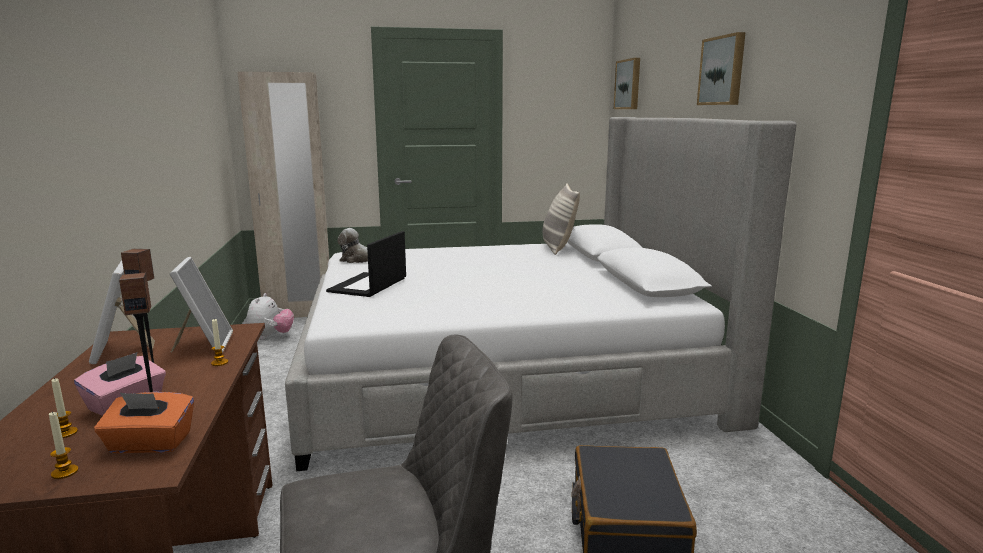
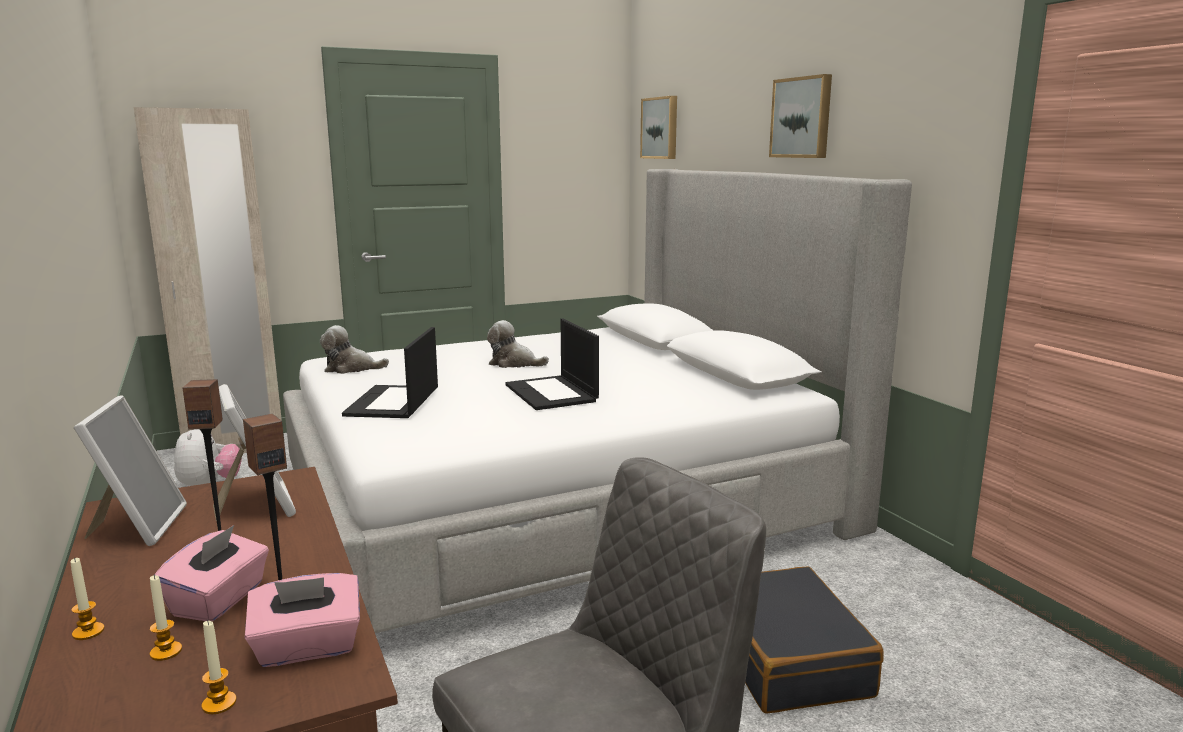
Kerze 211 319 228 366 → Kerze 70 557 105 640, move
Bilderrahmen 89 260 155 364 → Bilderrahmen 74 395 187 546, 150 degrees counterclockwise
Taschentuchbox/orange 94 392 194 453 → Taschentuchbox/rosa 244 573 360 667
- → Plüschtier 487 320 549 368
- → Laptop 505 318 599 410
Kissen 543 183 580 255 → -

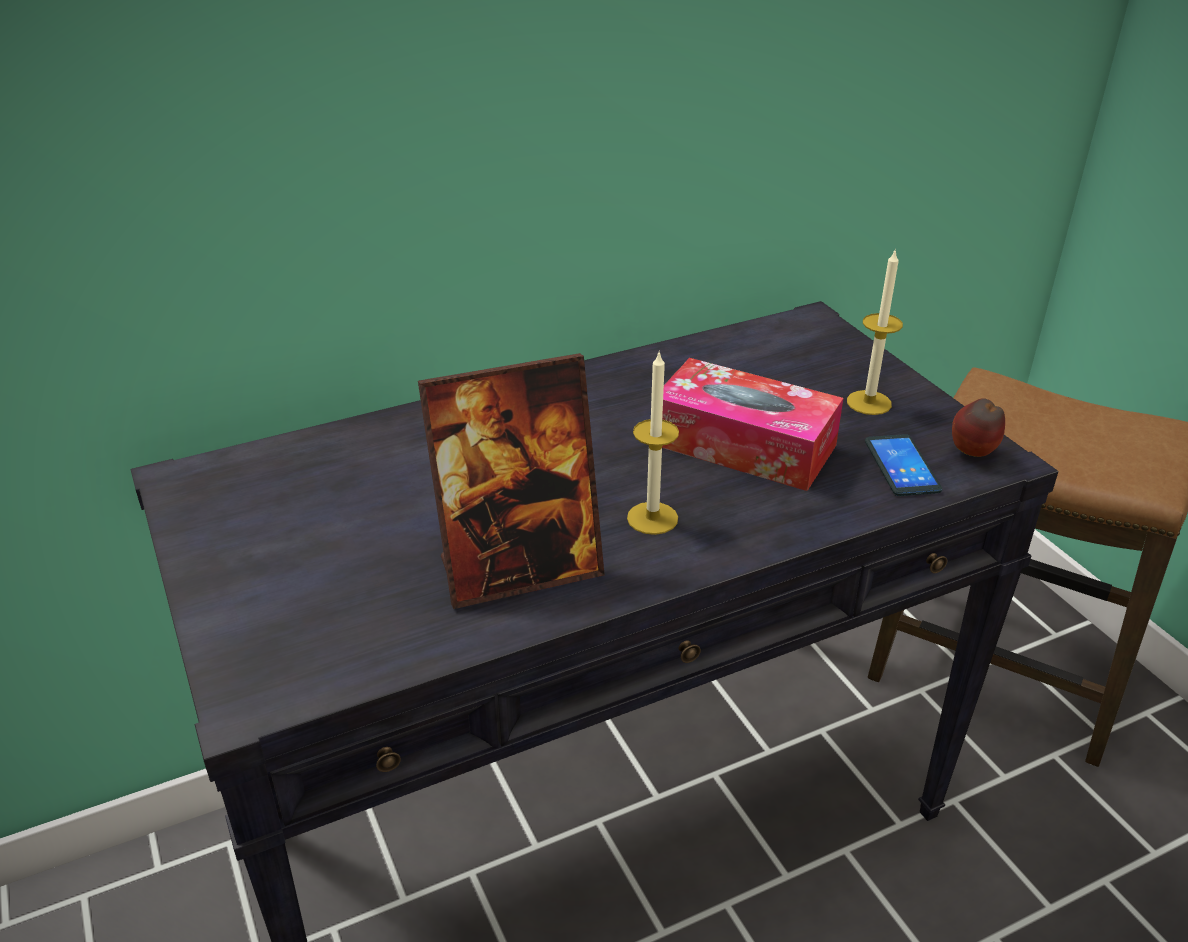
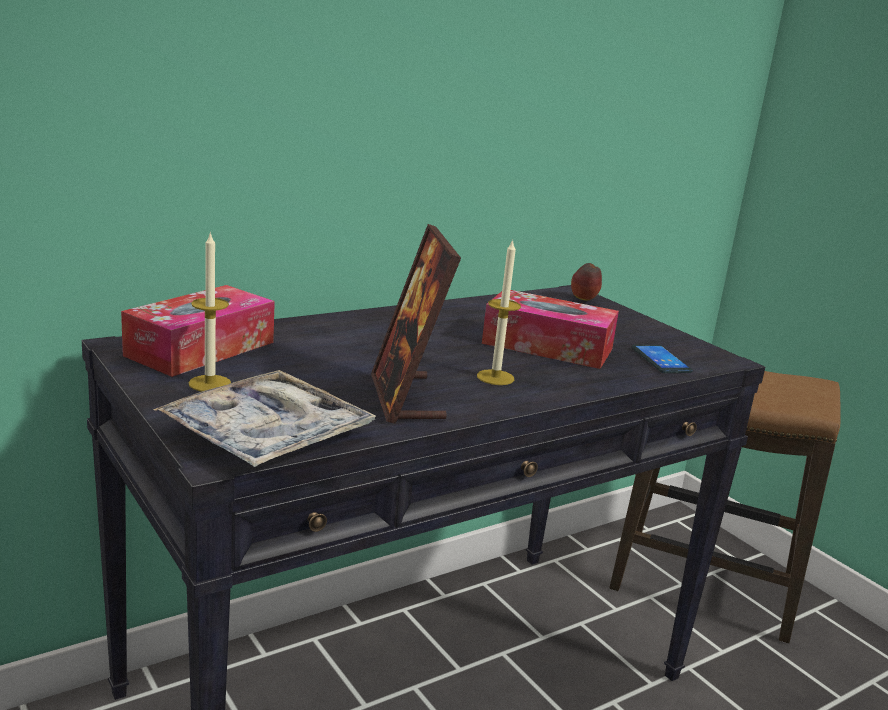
- → Taschentuchbox 121 285 275 377
- → Tablett 153 370 376 467
Kerze 847 248 903 415 → Kerze 189 231 231 392, move
Bilderrahmen 418 353 605 609 → Bilderrahmen 371 224 461 424, 105 degrees clockwise
Apfel 952 398 1005 457 → Apfel 571 263 602 301, move

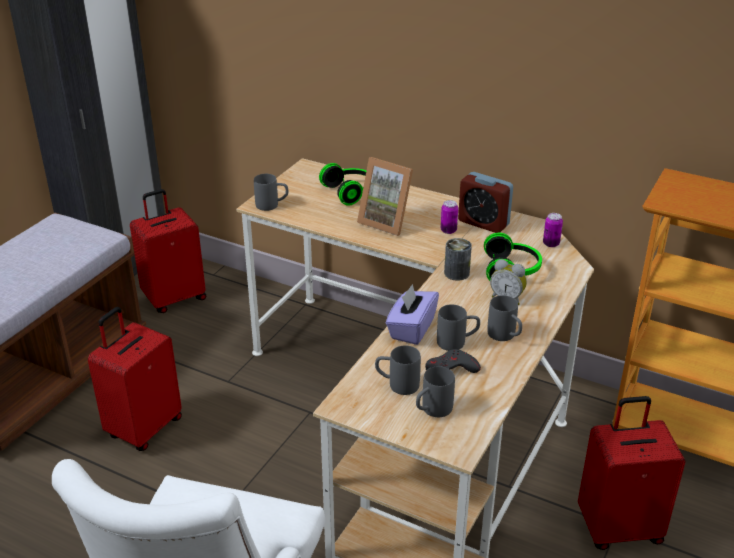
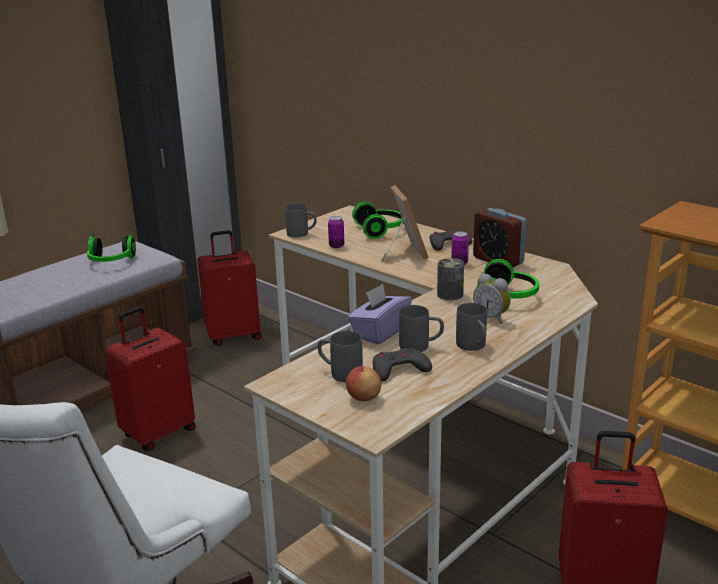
- → Kopfhörer 87 230 136 262
Dose 543 213 563 247 → Dose 328 216 344 248, move
Henkelbecher/grau 416 366 455 417 → Apfel 346 365 381 401
Bilderrahmen 357 157 413 236 → Bilderrahmen 381 185 429 262, 150 degrees counterclockwise
- → Gamepad/grau 430 230 473 251

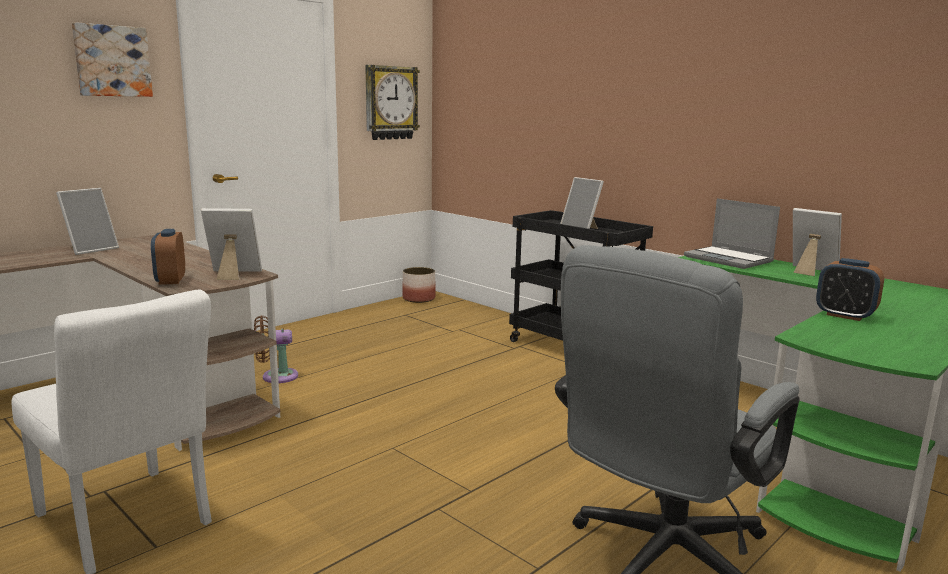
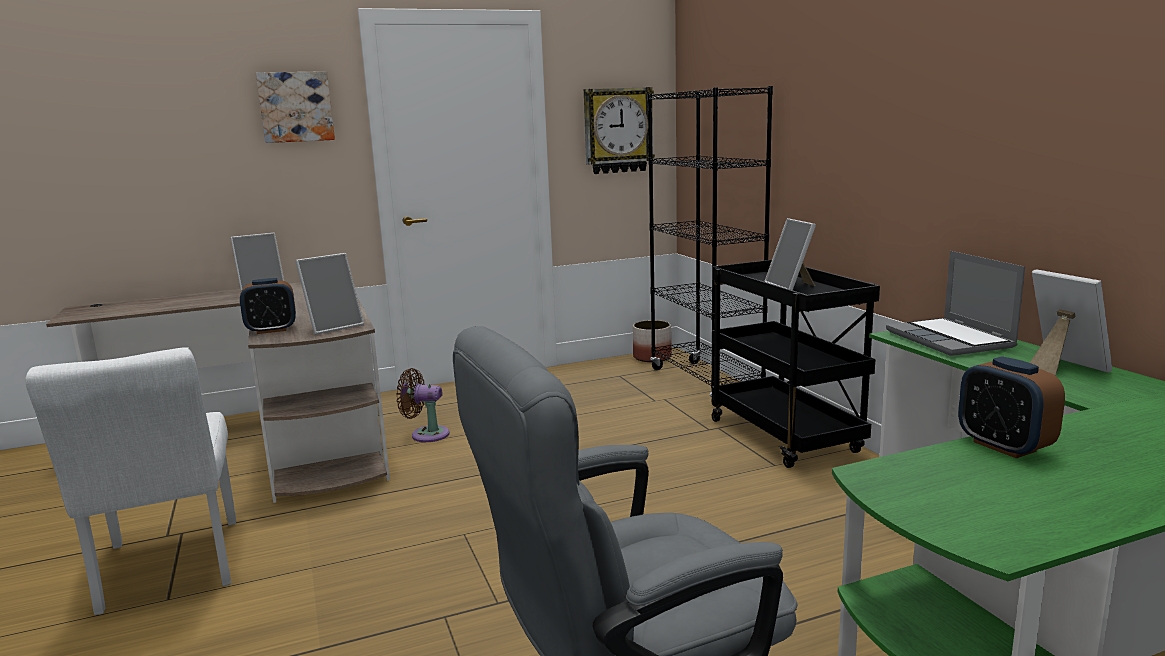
Wecker 151 229 185 285 → Wecker 240 278 296 334, 120 degrees counterclockwise
Bilderrahmen 201 208 262 280 → Bilderrahmen 295 253 364 335, 120 degrees clockwise
- → Bücherregal/schwarz 647 86 773 407

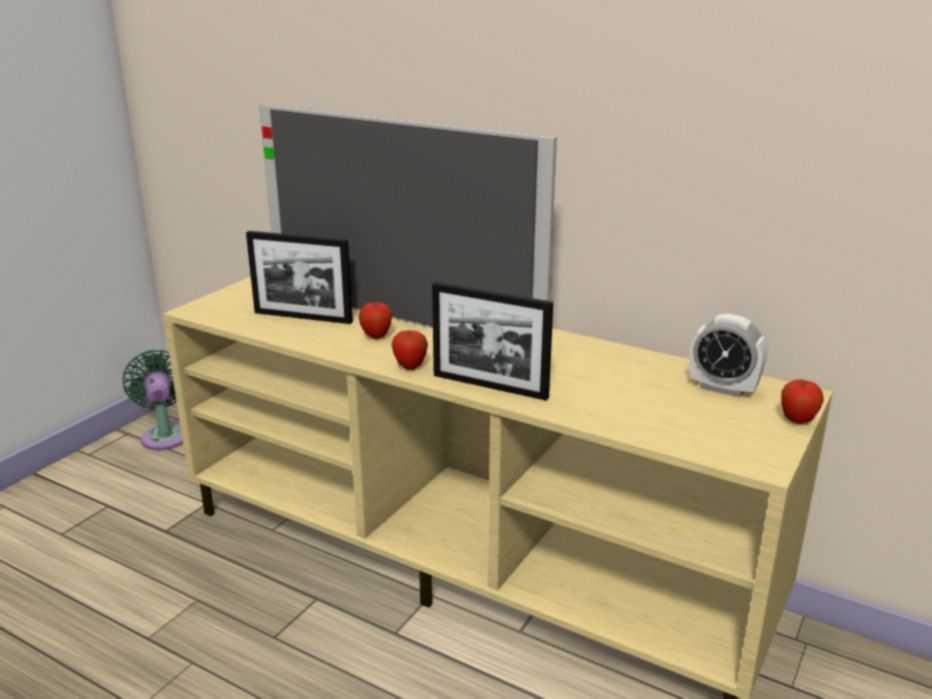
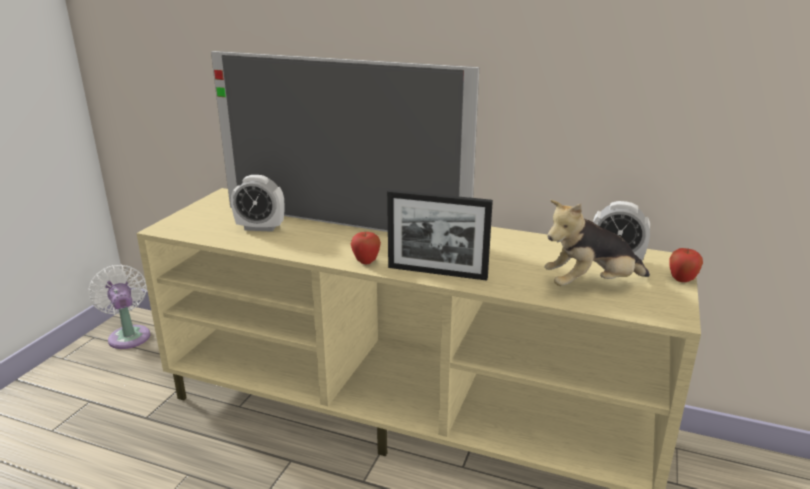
Ventilator/grün 123 350 183 450 → Ventilator/weiß 88 265 150 349
Bilderrahmen 246 231 353 324 → Wecker 231 175 284 232
- → Plüschtier 545 200 650 286
Apfel 359 302 392 339 → -

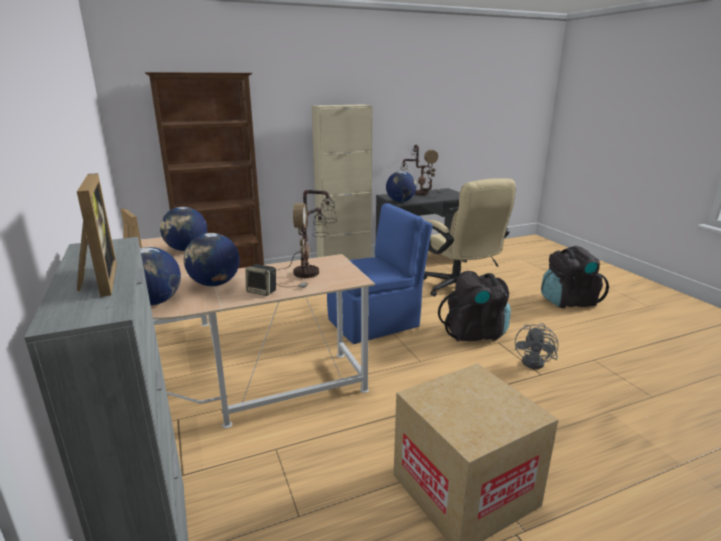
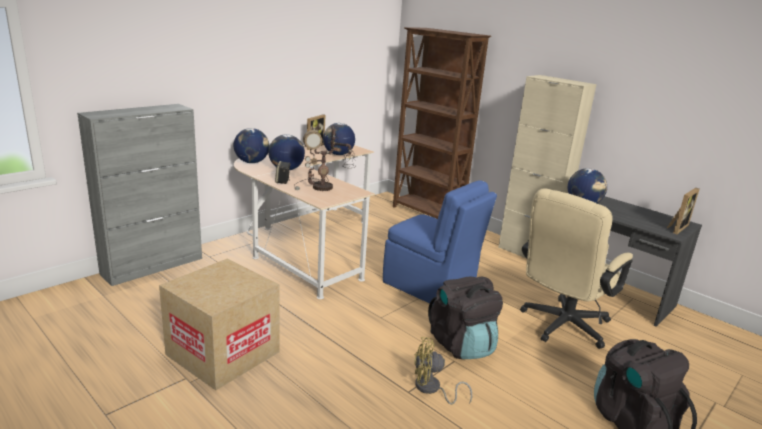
Ventilator/grau 515 323 559 369 → Ventilator/gelb 414 337 472 405
Bilderrahmen 77 173 117 297 → Bilderrahmen 667 188 699 234, move
Tischlampe 400 145 441 198 → -

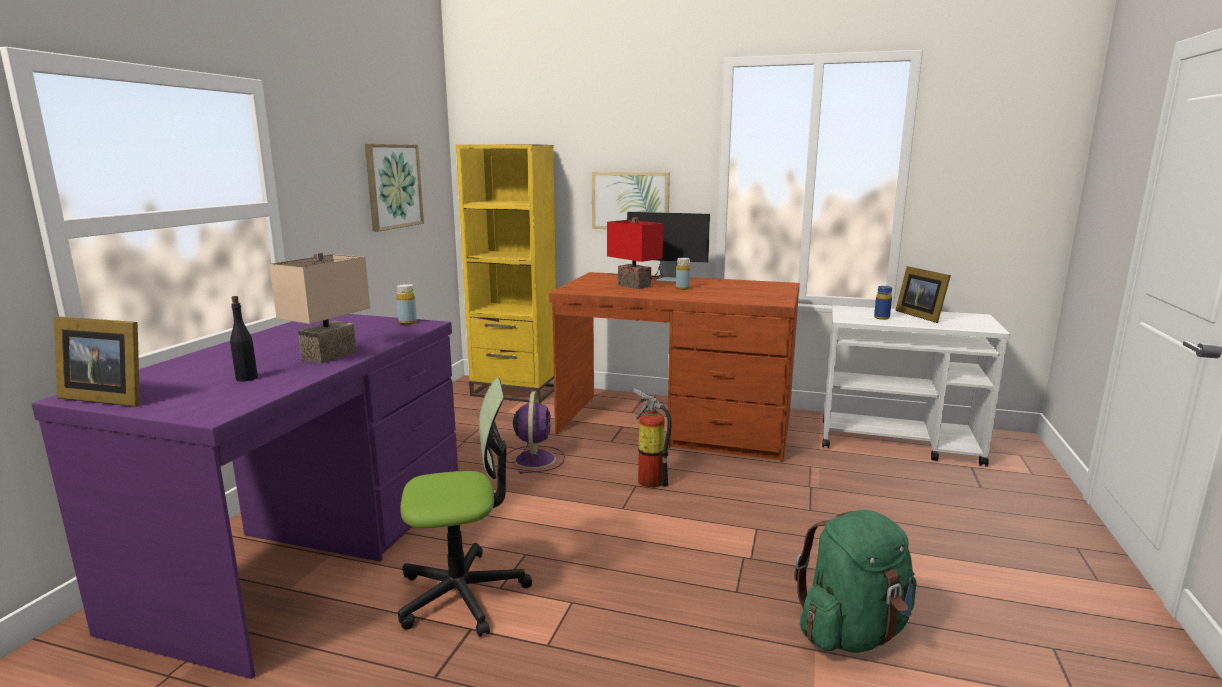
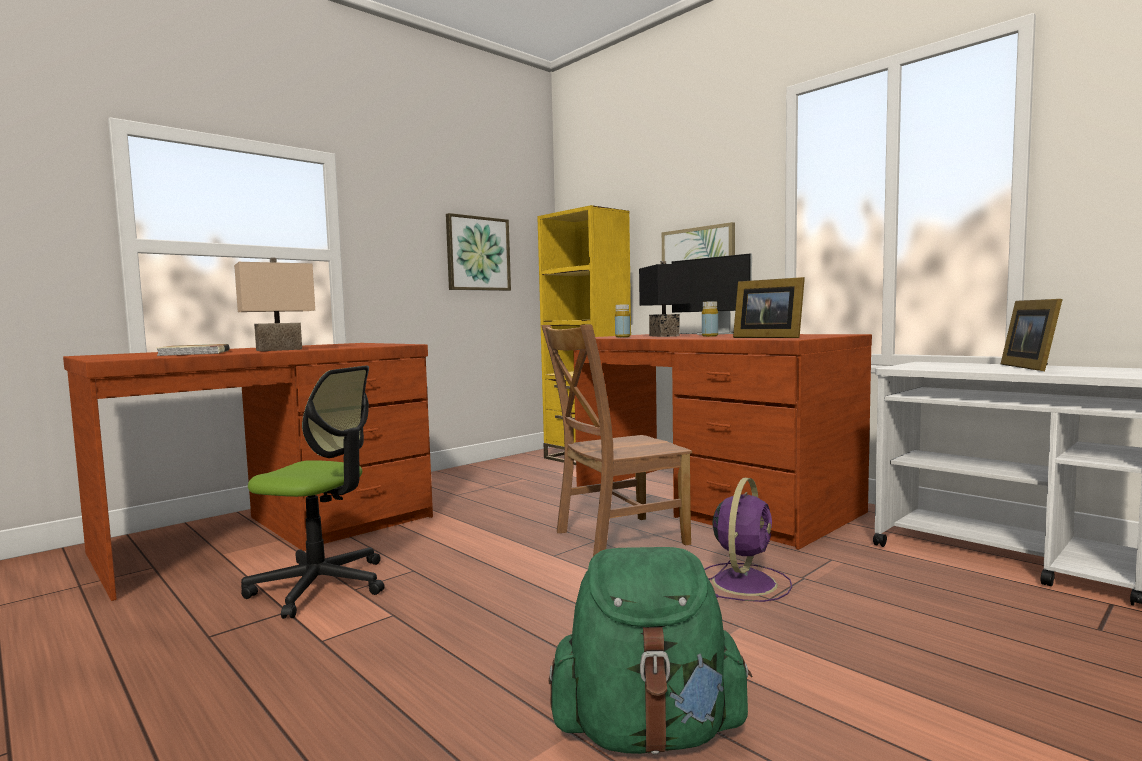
Schreibtisch/lila 32 314 458 679 → Schreibtisch/braun 63 343 433 601
Flasche/schwarz 230 296 258 381 → Buch 156 344 230 356
Feuerlöscher 633 388 672 488 → Stuhl/braun 541 325 692 556
Flasche/gelb 397 284 417 324 → Flasche/gelb 615 304 630 337, move
Tischlampe/rot 607 217 663 289 → Tischlampe/schwarz 639 261 690 337
Ventilator/lila 506 391 565 474 → Ventilator/lila 704 478 792 602, move
Bilderrahmen 54 316 140 407 → Bilderrahmen 733 277 805 338, move
Flasche/blau 874 286 892 320 → -

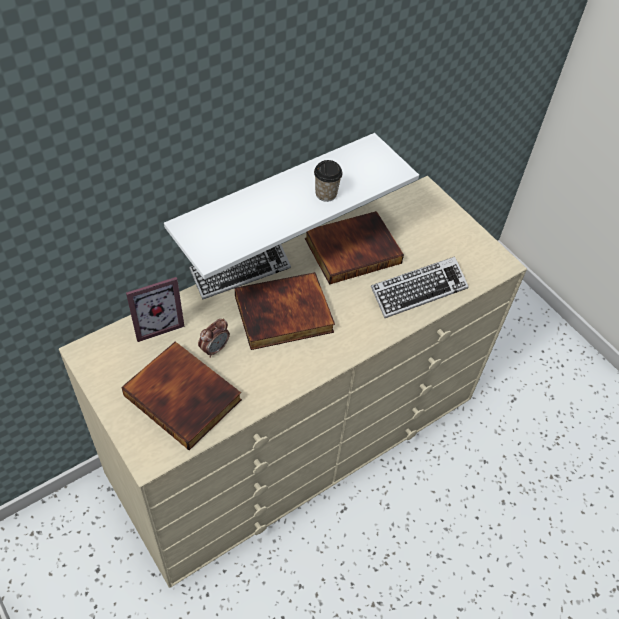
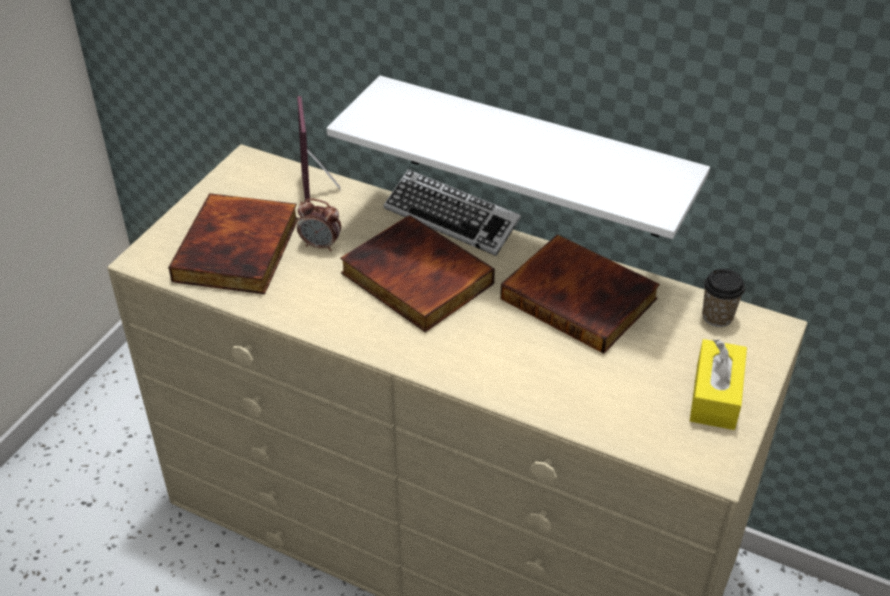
Bilderrahmen 126 277 184 342 → Bilderrahmen 297 96 341 202, 45 degrees clockwise
- → Taschentuchbox/gelb 690 339 747 430
Tasse 314 160 343 202 → Tasse 702 269 745 327, move
Tastatur 371 256 469 318 → -

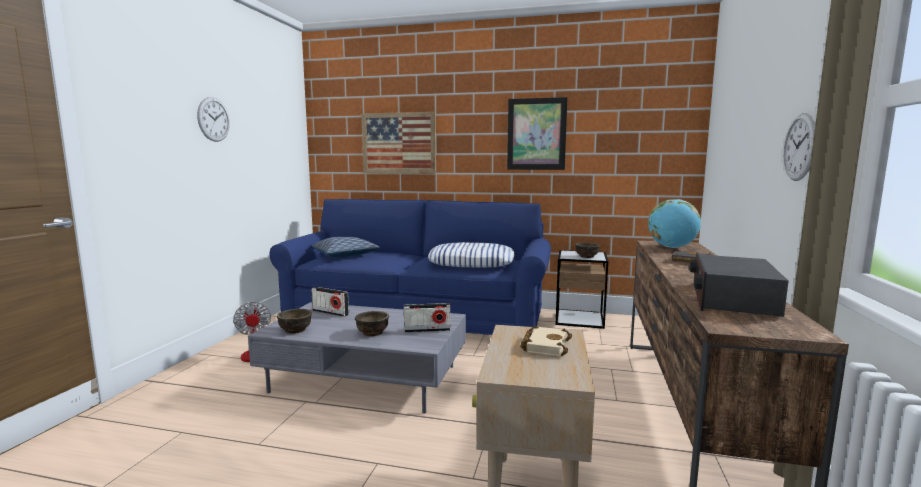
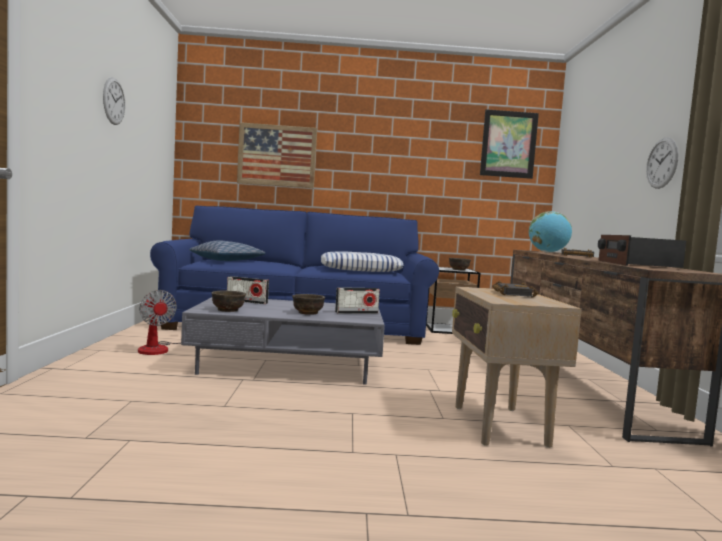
Bild 507 97 568 170 → Bild 480 109 539 179, move
Buch/beige 520 326 572 356 → Buch/schwarz 492 281 538 297

